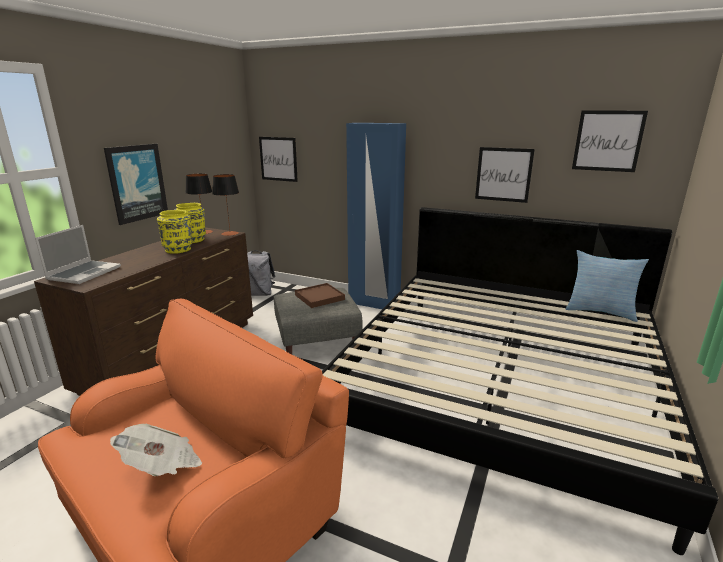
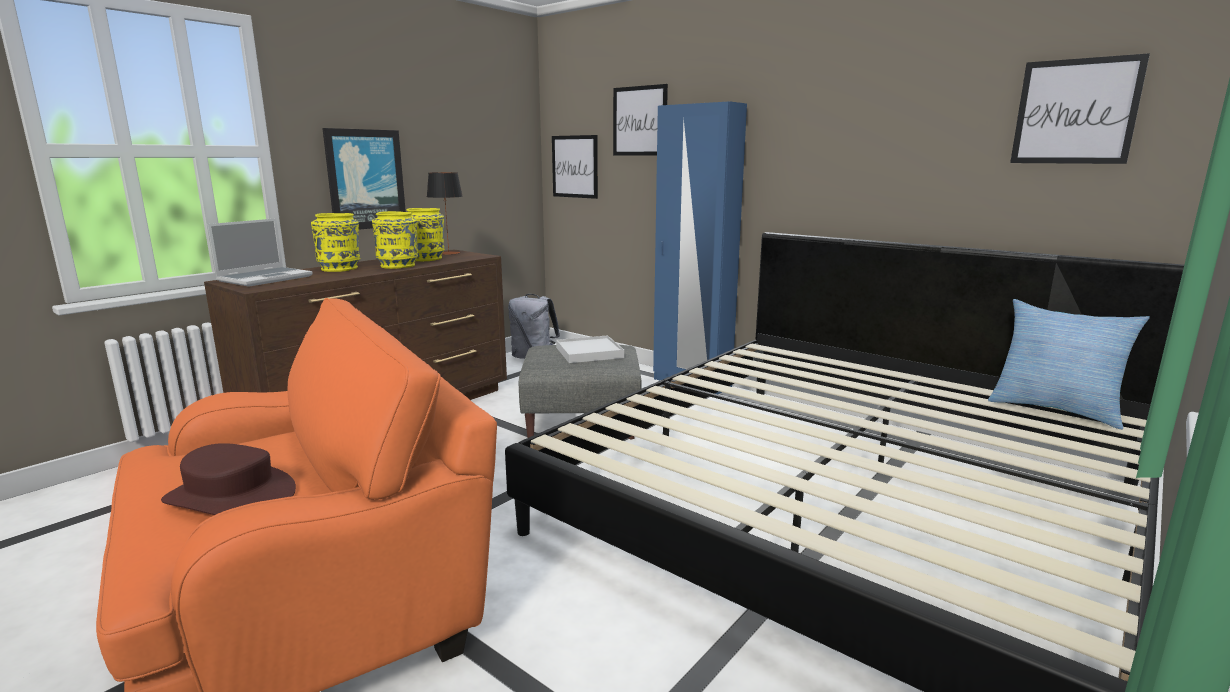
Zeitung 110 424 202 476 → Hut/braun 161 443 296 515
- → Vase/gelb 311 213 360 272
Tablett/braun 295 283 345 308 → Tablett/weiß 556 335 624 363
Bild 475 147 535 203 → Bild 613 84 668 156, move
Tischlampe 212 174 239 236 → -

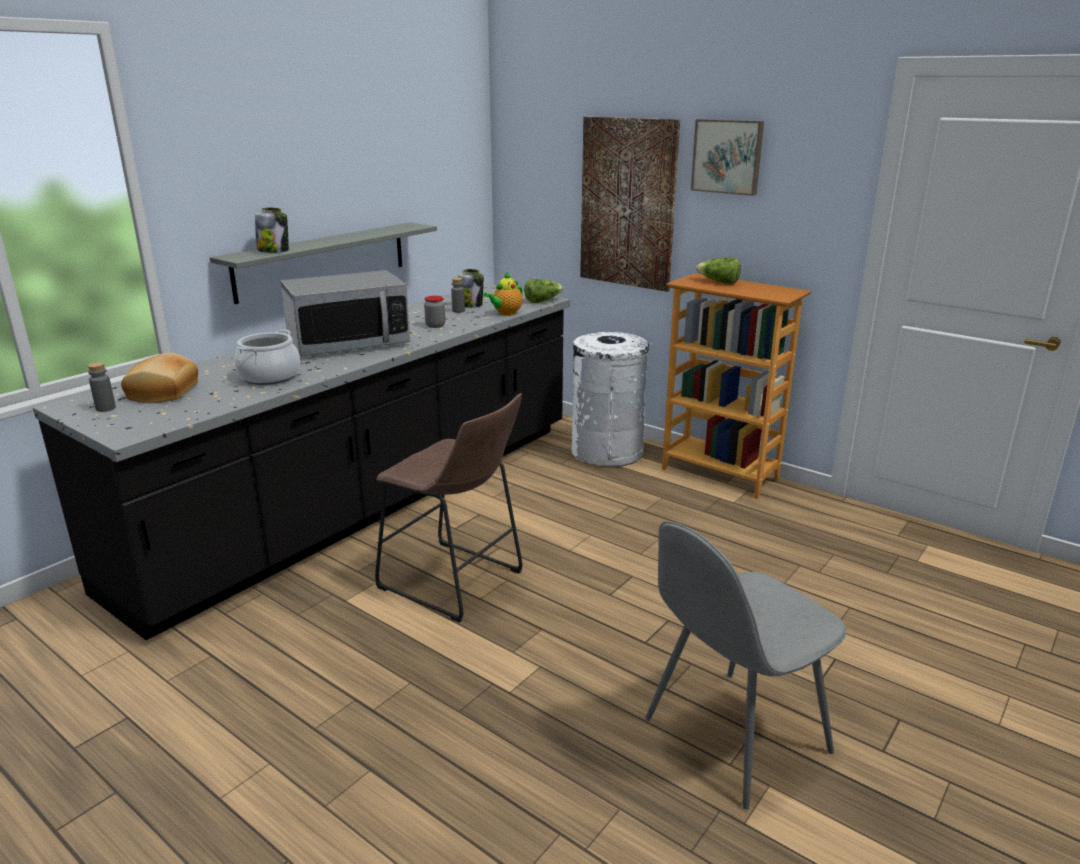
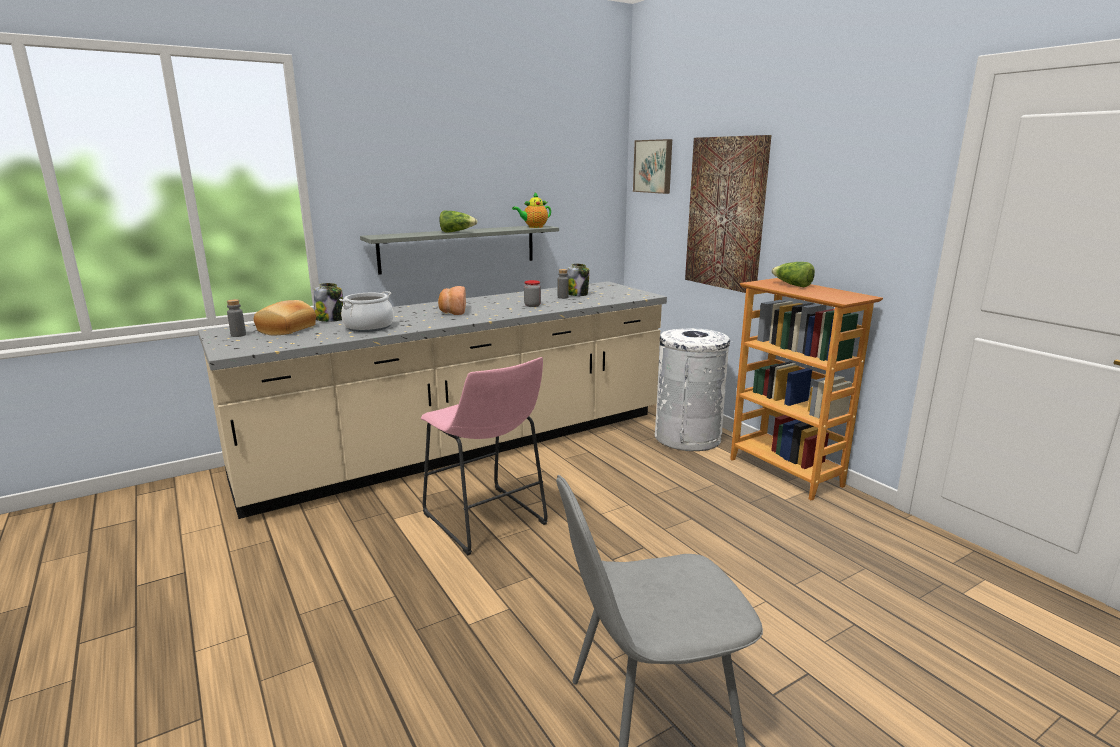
Küchenzeile/schwarz 33 283 570 640 → Küchenzeile/beige 198 281 667 519
Vorratsglas 255 208 289 253 → Vorratsglas 314 283 343 322, move
Hocker/braun 375 393 522 623 → Hocker/rosa 421 357 548 555
Mikrowelle 280 270 410 356 → Brot 438 286 466 315
Salatkopf 524 279 564 303 → Salatkopf 439 211 478 232, move
Teekanne 483 272 523 316 → Teekanne 512 192 551 228, move
Bild 691 119 764 196 → Bild 633 139 672 194, move

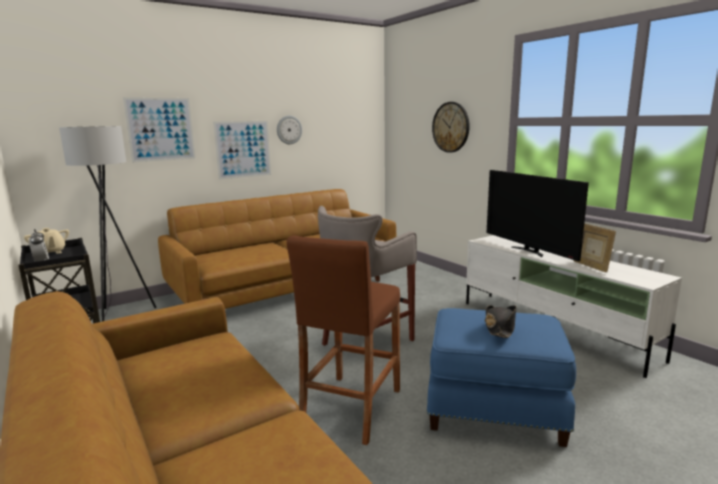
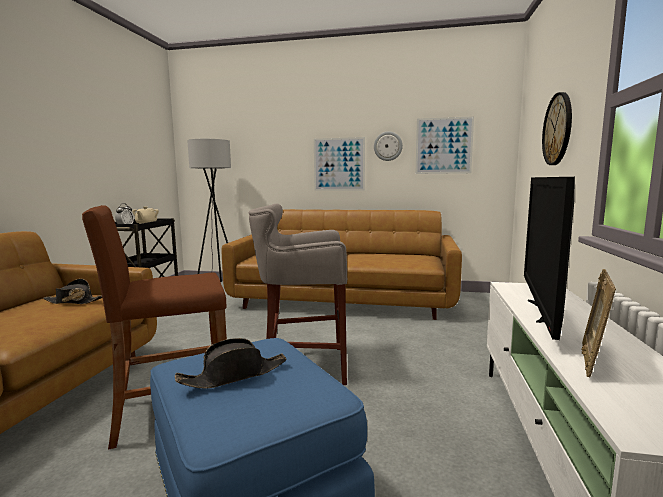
- → Hut/schwarz 43 279 102 304
Bild 123 97 196 162 → Bild 415 116 474 174, move

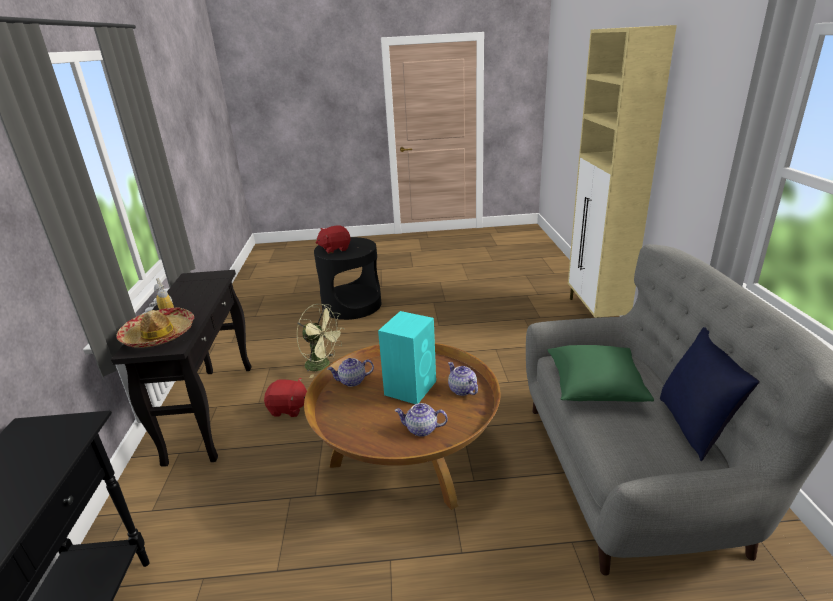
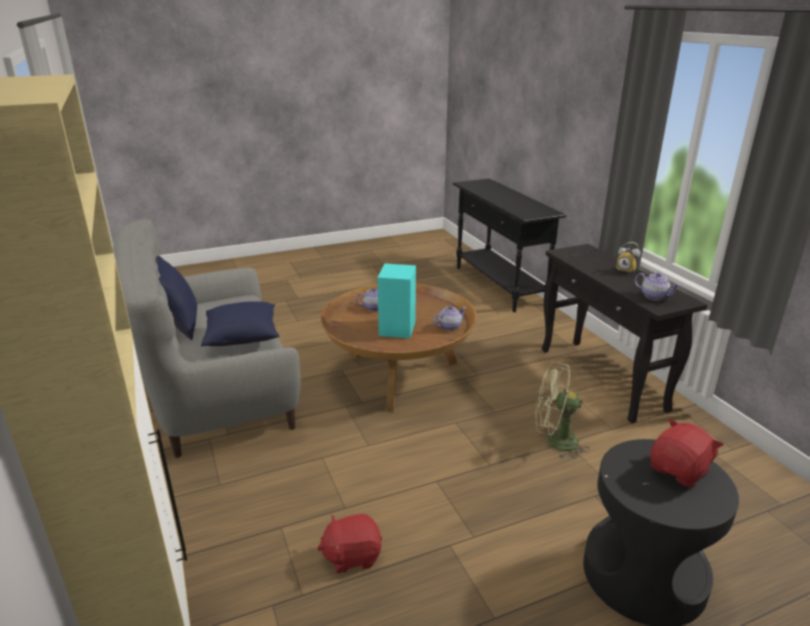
Kissen/grün 548 345 654 402 → Kissen/blau 201 302 279 346
Plüschtier/rot 264 378 307 417 → Plüschtier/rot 317 514 382 573, move
Teekanne 448 362 478 396 → Teekanne 635 273 680 300, move
Hut 116 307 194 348 → -

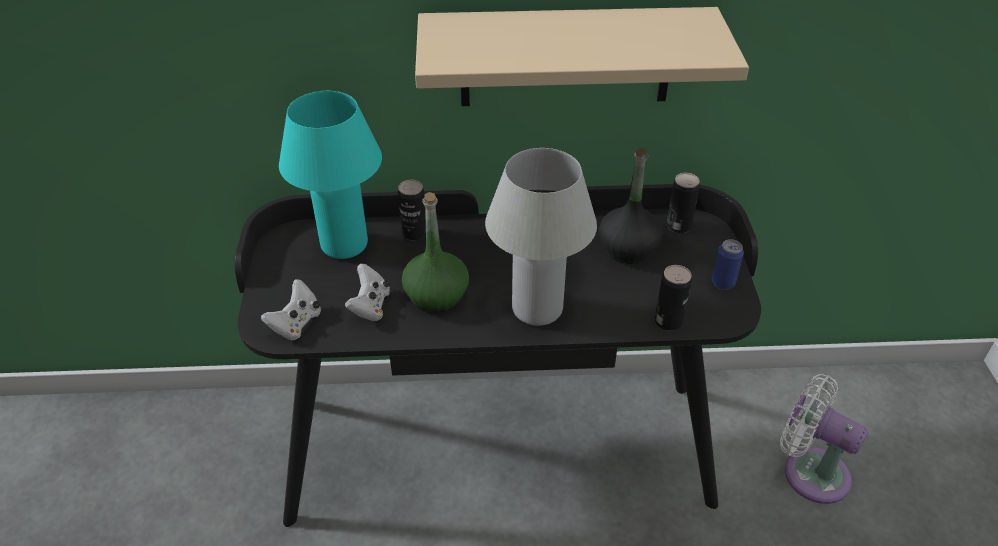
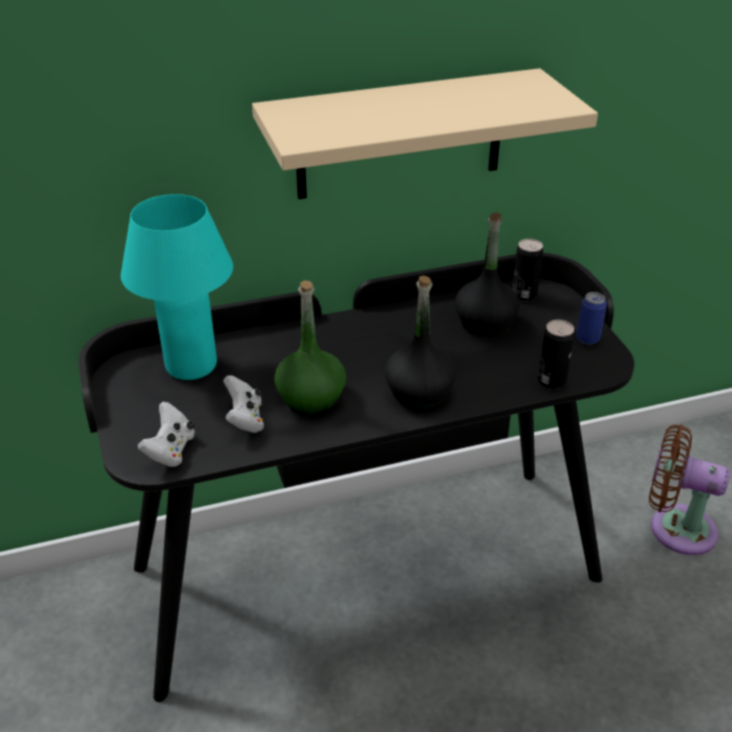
Tischlampe/weiß 485 148 597 326 → Flasche/schwarz 385 276 456 409
Ventilator/weiß 780 374 868 504 → Ventilator/braun 649 424 730 555
Dose 398 180 426 241 → -

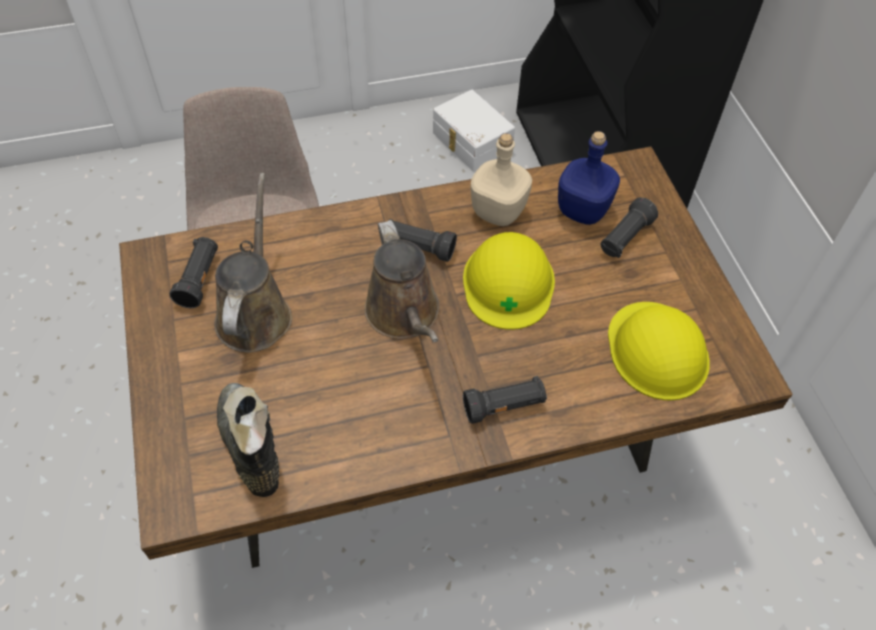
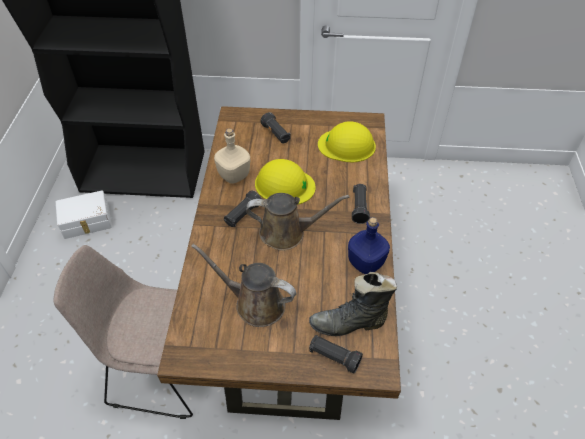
Taschenlampe/schwarz 169 237 218 308 → Taschenlampe/schwarz 309 335 363 374, move
Flasche/blau 558 131 620 225 → Flasche/blau 348 217 390 274, move

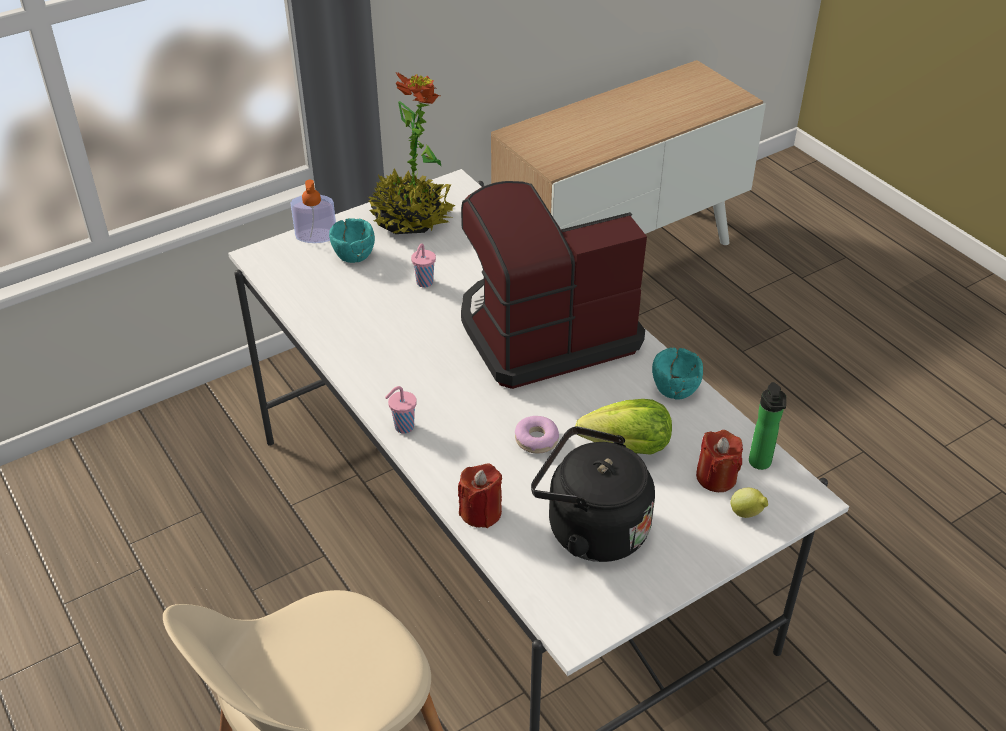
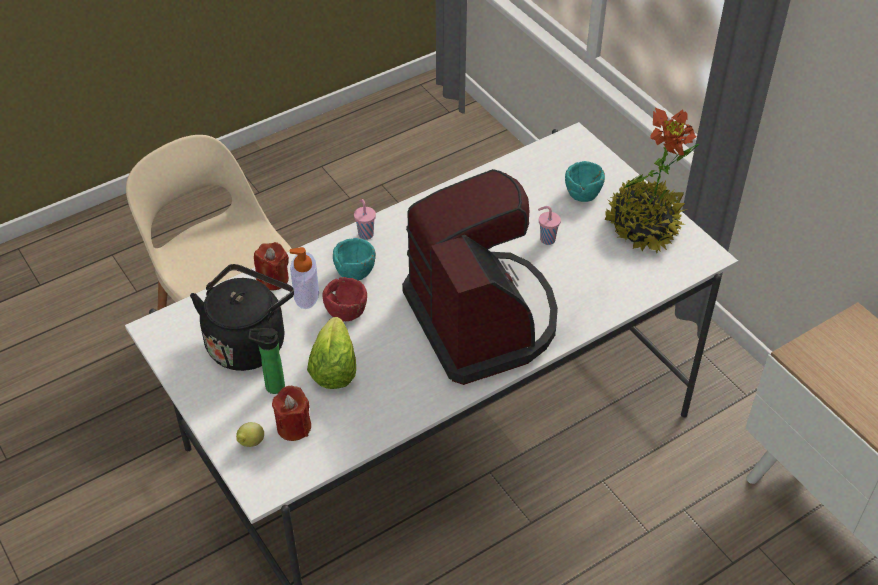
Flasche 749 382 786 470 → Flasche 248 328 285 394, move
Seifenspender 291 180 336 243 → Seifenspender 290 247 319 309, move
Donut 515 416 559 454 → Schüssel/rot 322 277 367 322
Schüssel/türkis 652 347 703 400 → Schüssel/türkis 333 238 376 281, move

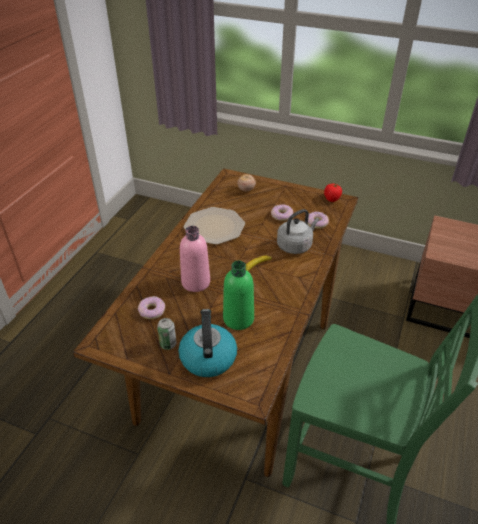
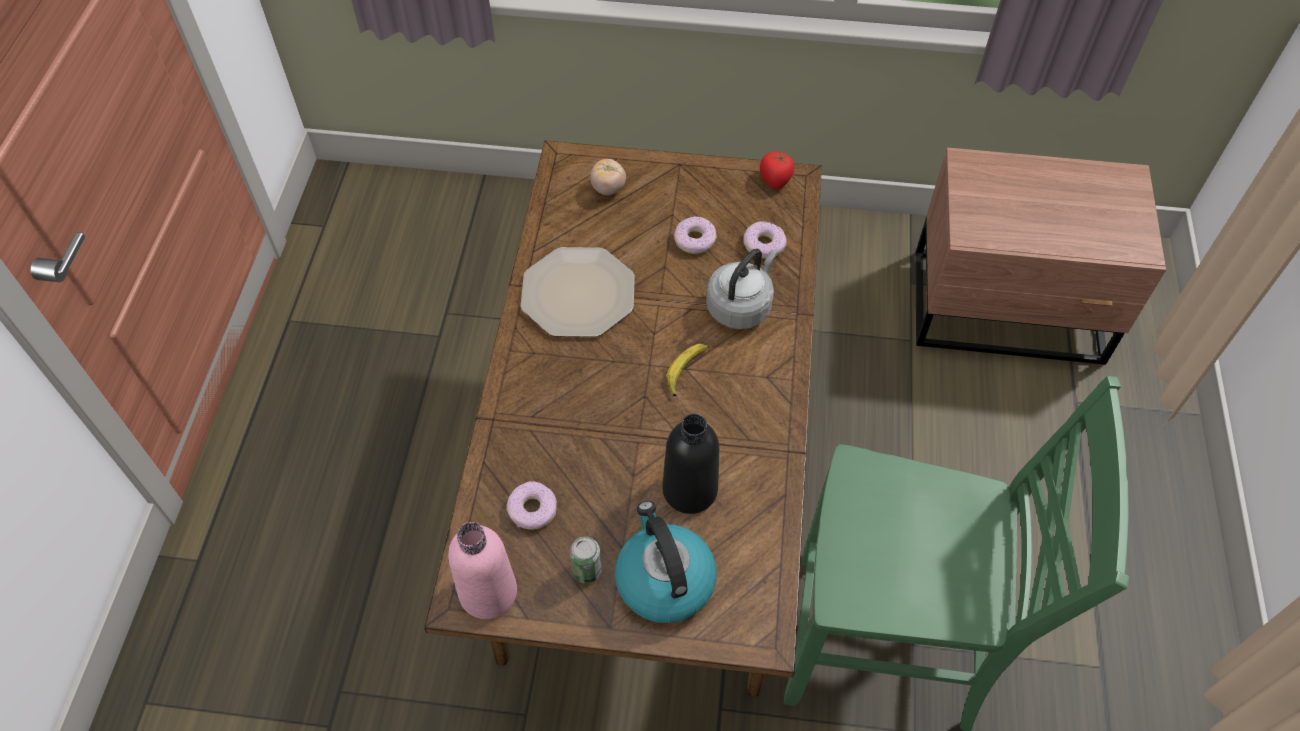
Flasche/rosa 180 226 210 292 → Flasche/rosa 448 522 517 619, move
Flasche/grün 223 261 254 330 → Flasche/schwarz 662 414 719 514

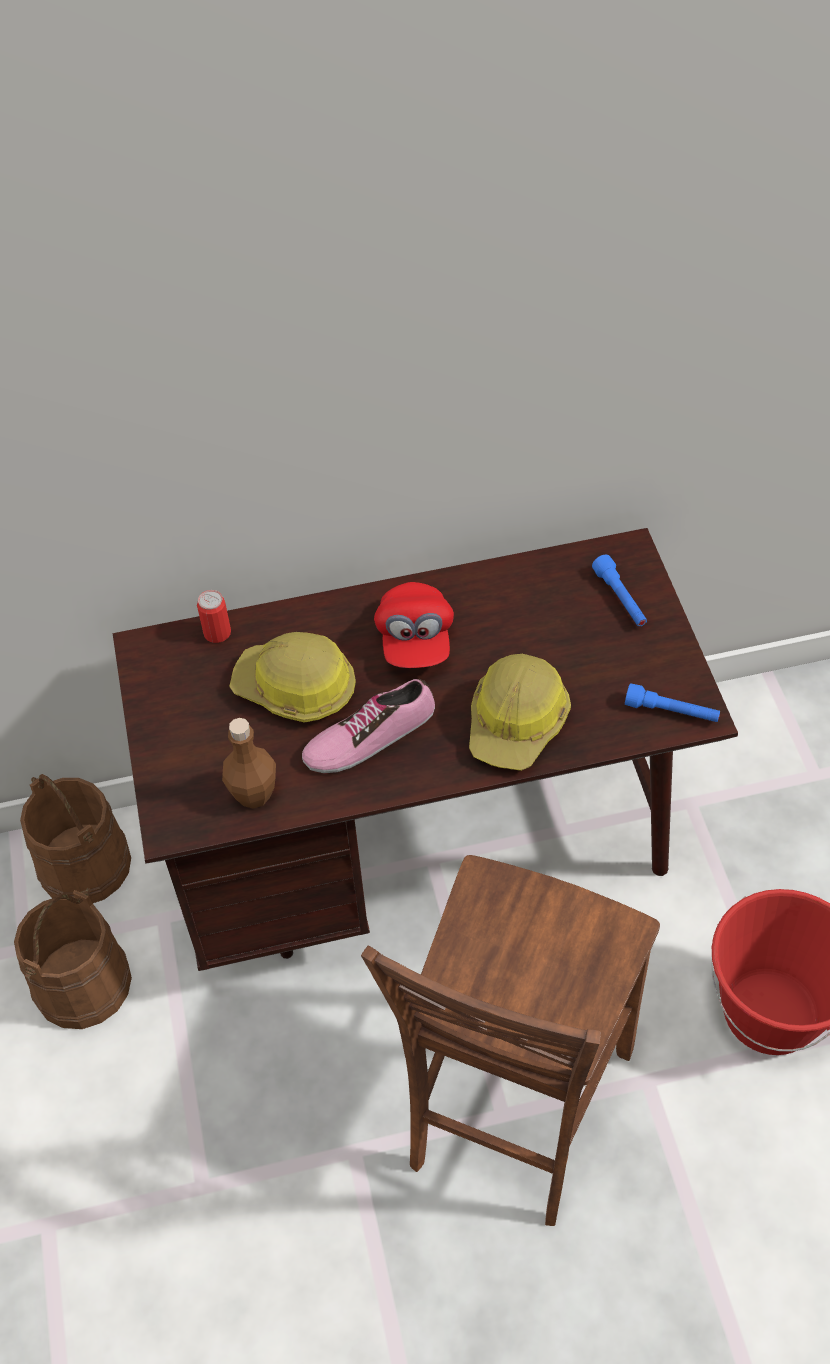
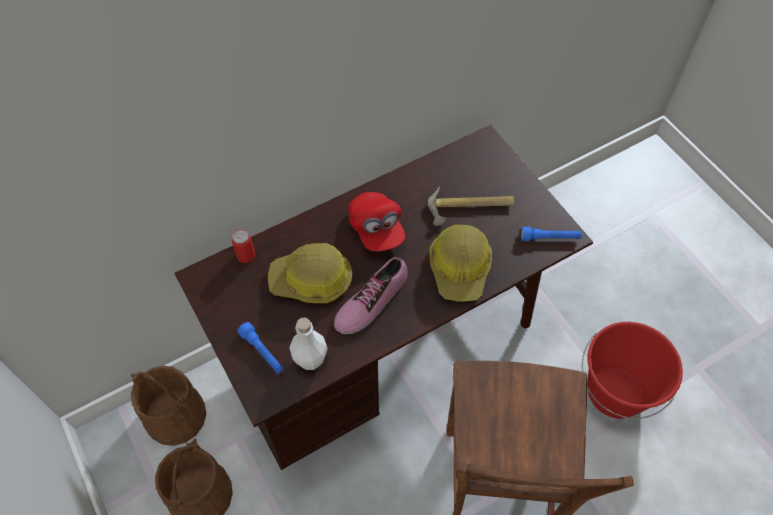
Taschenlampe/blau 592 555 647 627 → Taschenlampe/blau 237 322 285 375, move
Flasche/braun 222 718 276 809 → Flasche/weiß 290 318 328 370
- → Hammer 428 186 514 226

